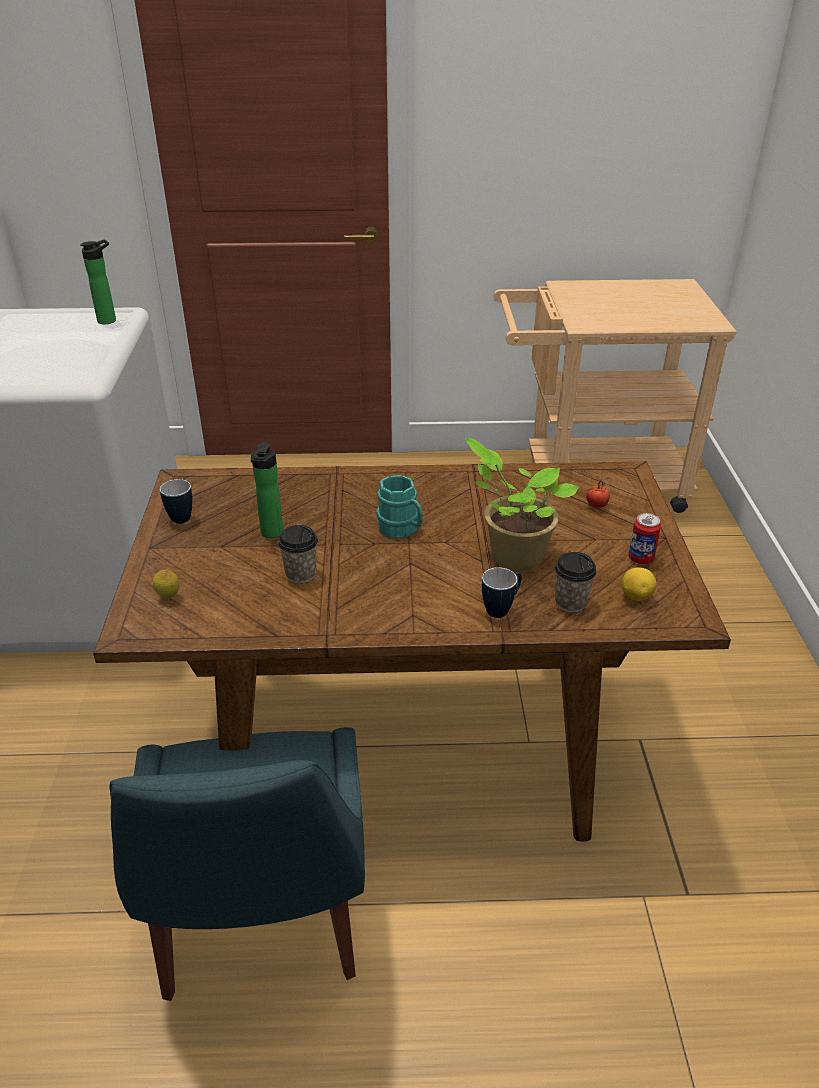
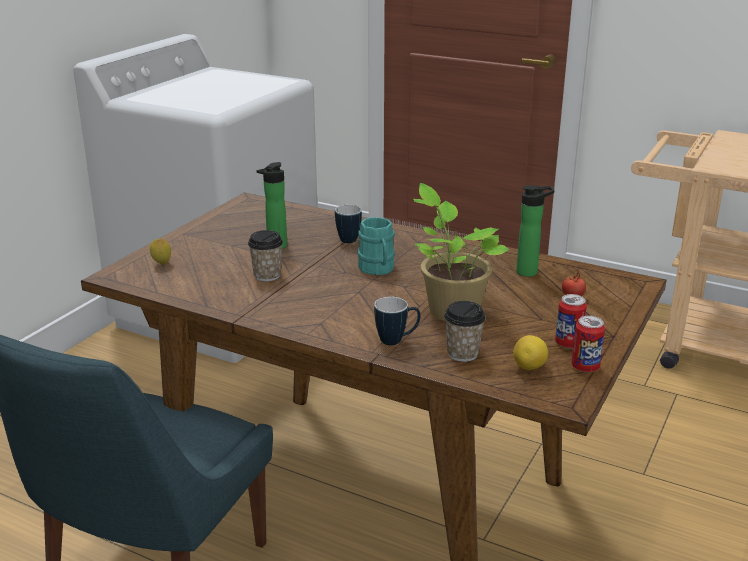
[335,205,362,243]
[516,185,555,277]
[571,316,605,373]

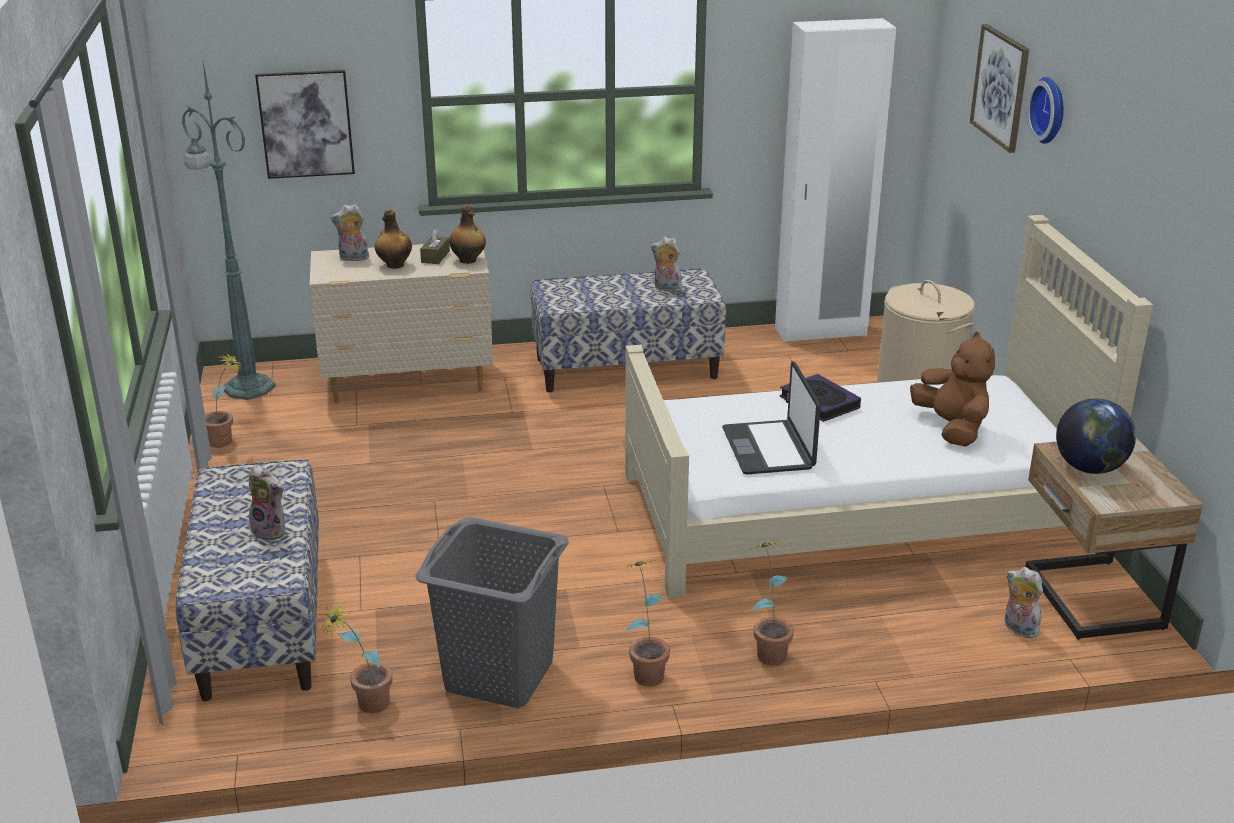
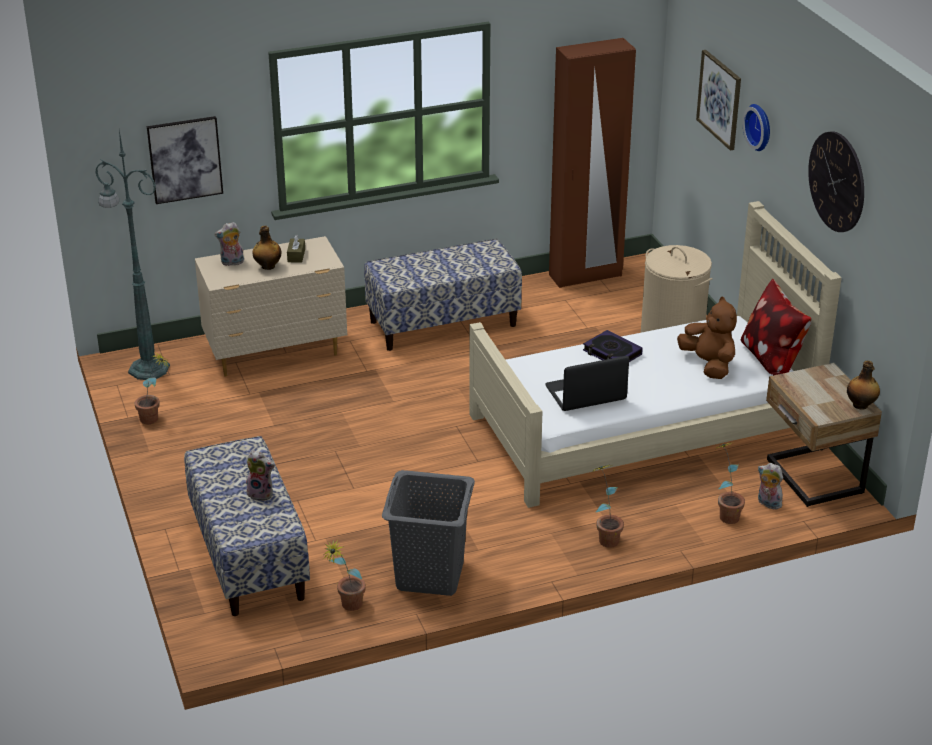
[546,356,629,411]
[549,38,636,288]
[715,442,745,524]
[741,279,812,375]
[808,131,864,232]
[847,361,880,410]
[651,237,682,292] (first image)
[1056,398,1136,474] (first image)

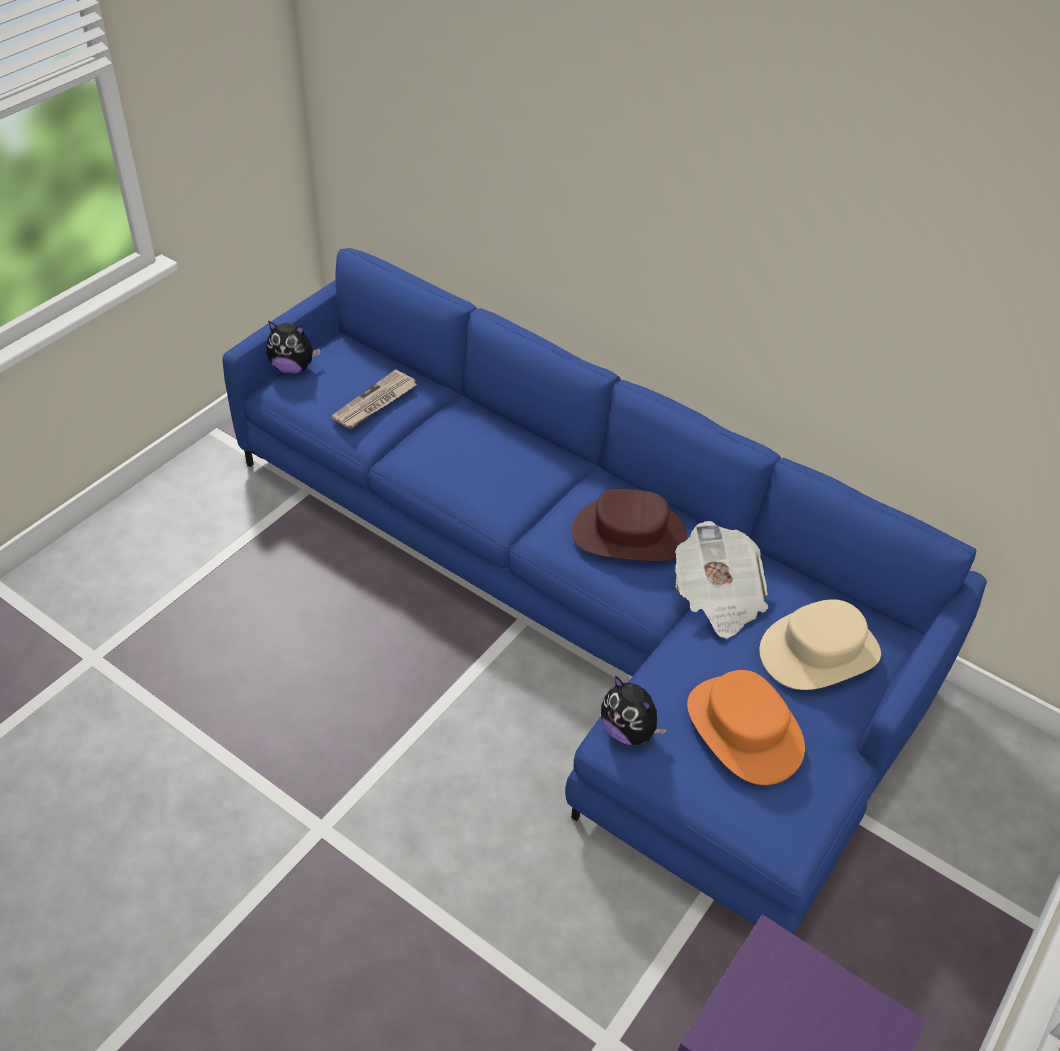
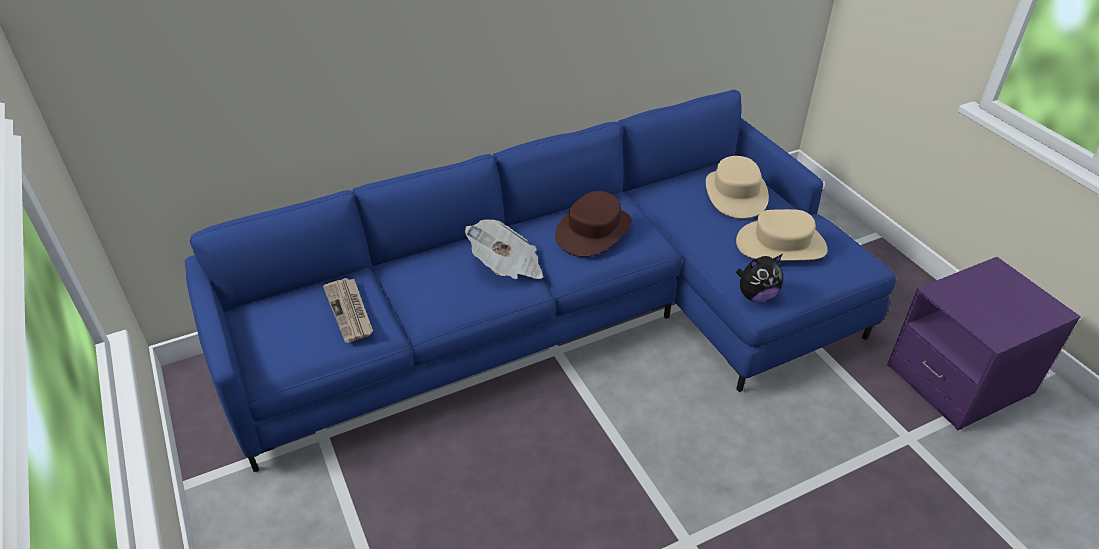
[465,219,543,279]
[736,209,828,261]
[266,321,320,373] (first image)

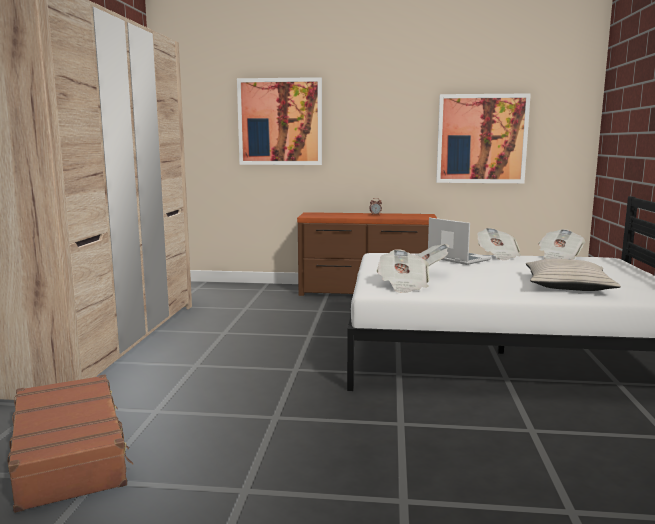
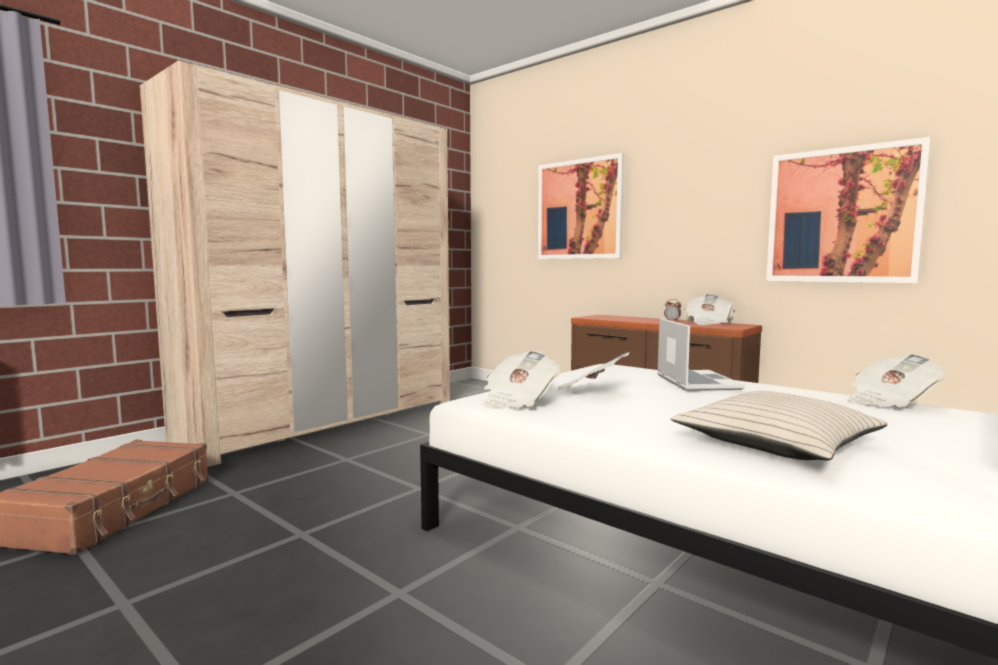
[685,294,735,325]

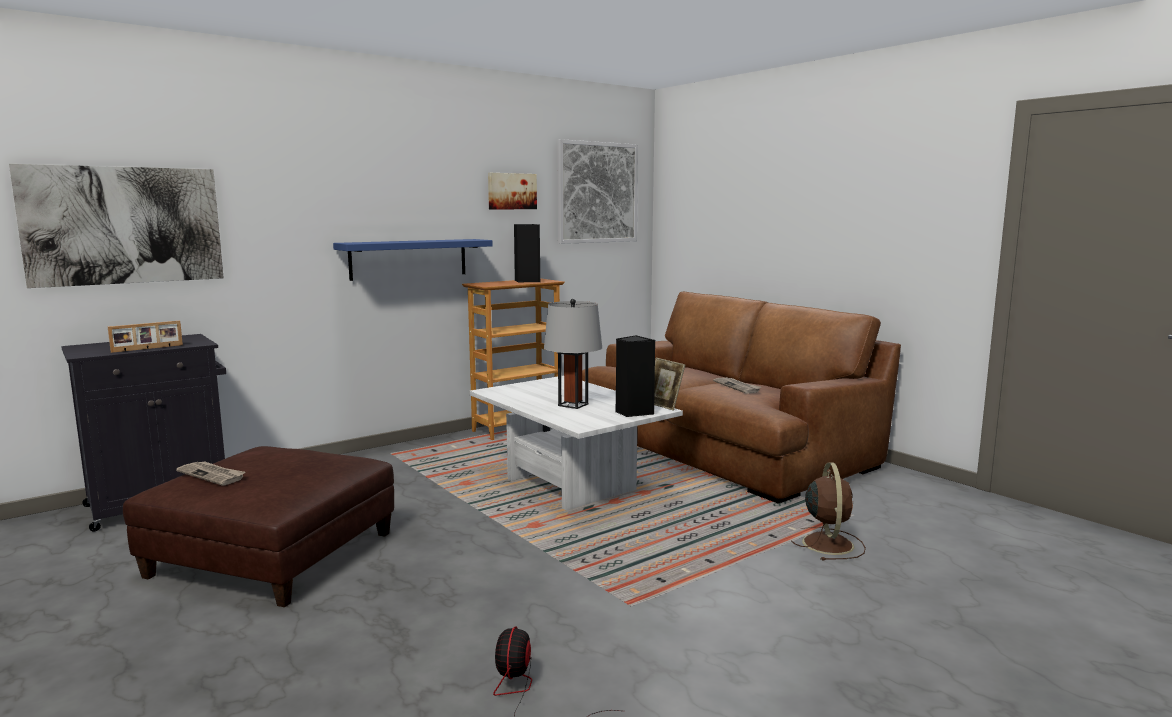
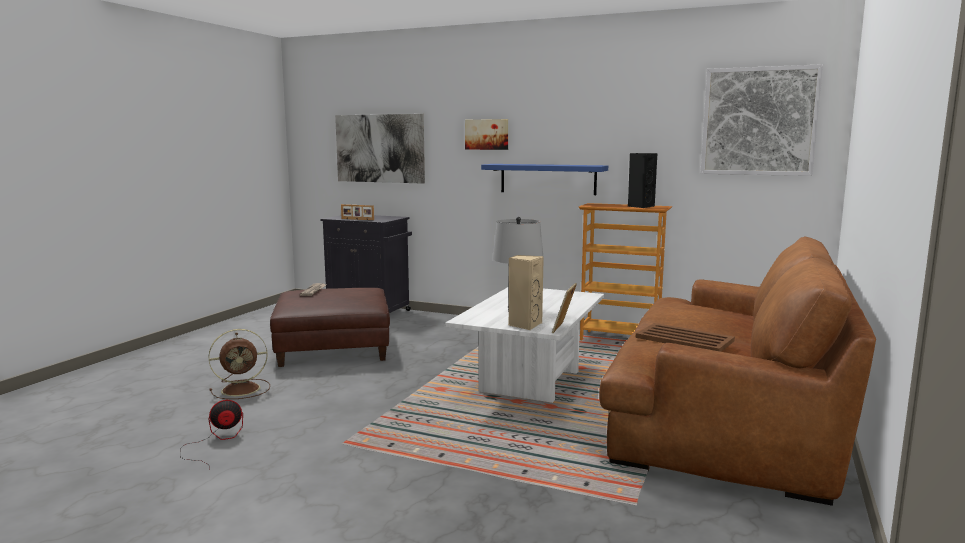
[208,329,270,399]
[465,119,508,150]
[508,255,544,330]
[636,323,735,352]

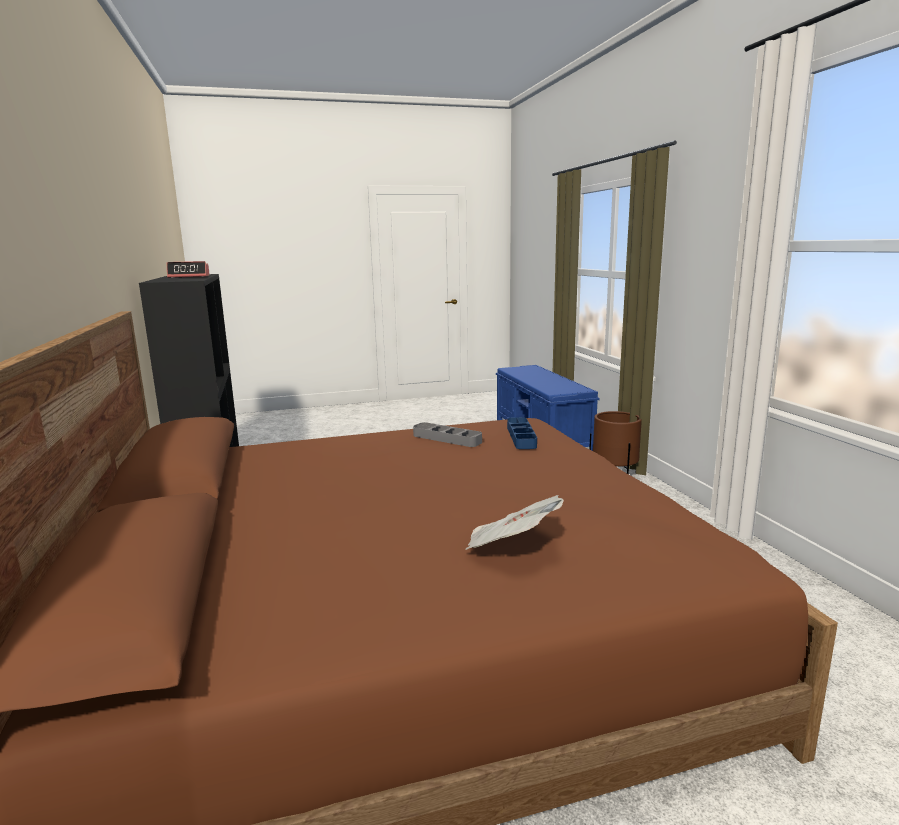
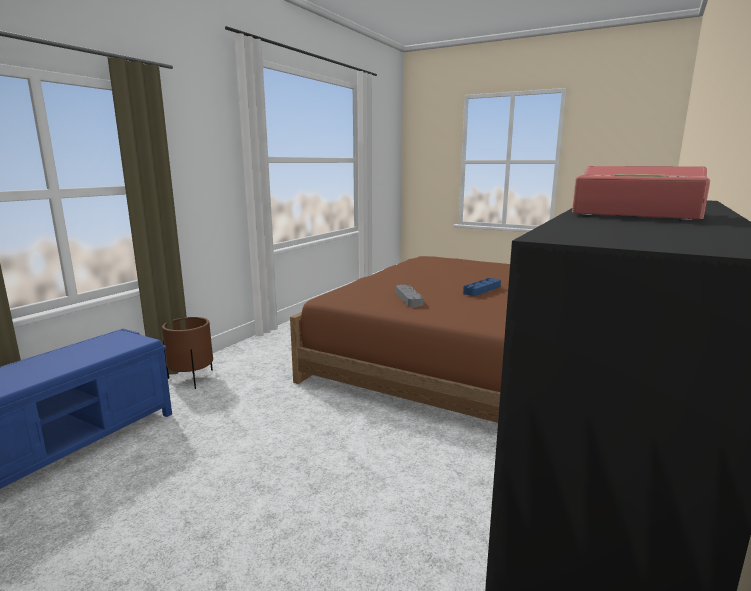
[463,278,501,296]
[465,495,564,550] (first image)

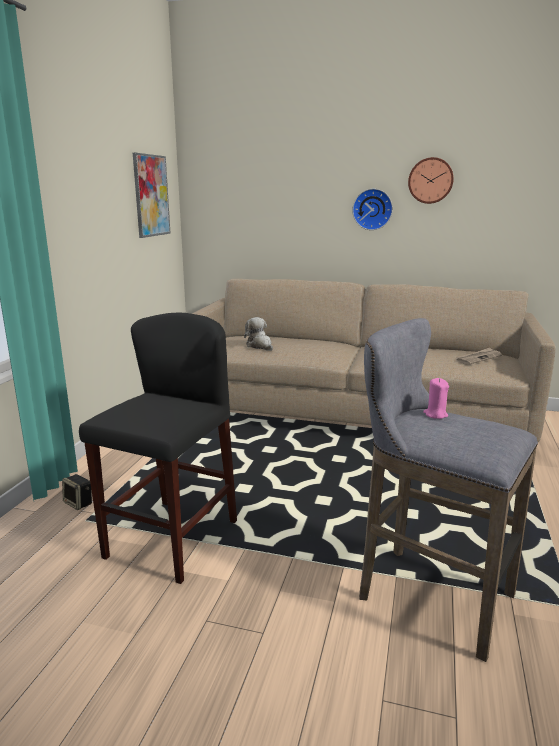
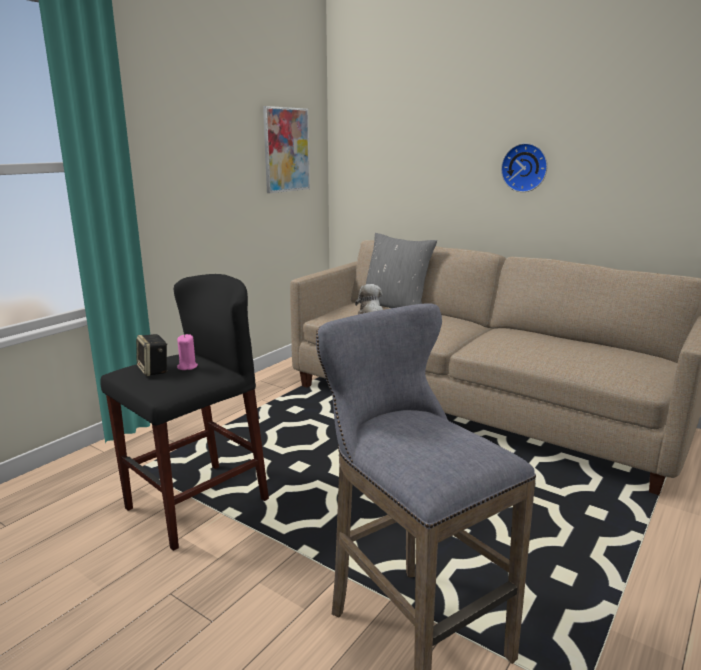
[136,334,167,376]
[177,334,198,370]
[359,233,437,308]
[408,157,454,204] (first image)
[455,348,502,365] (first image)

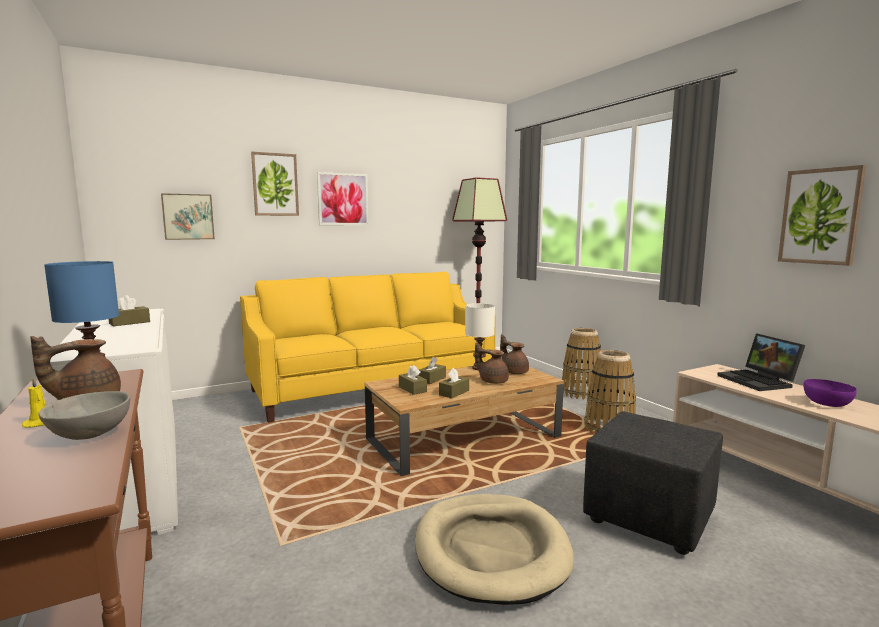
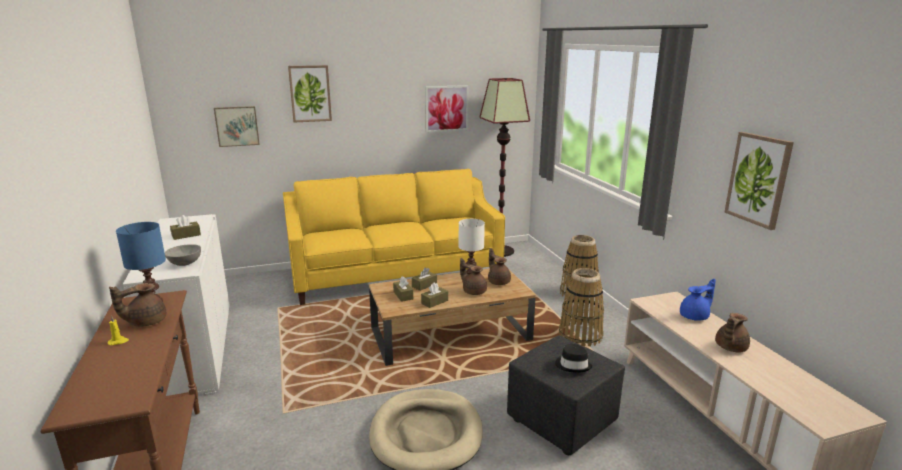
[165,244,201,266]
[425,85,469,133]
[555,344,592,373]
[680,279,716,321]
[715,313,750,353]

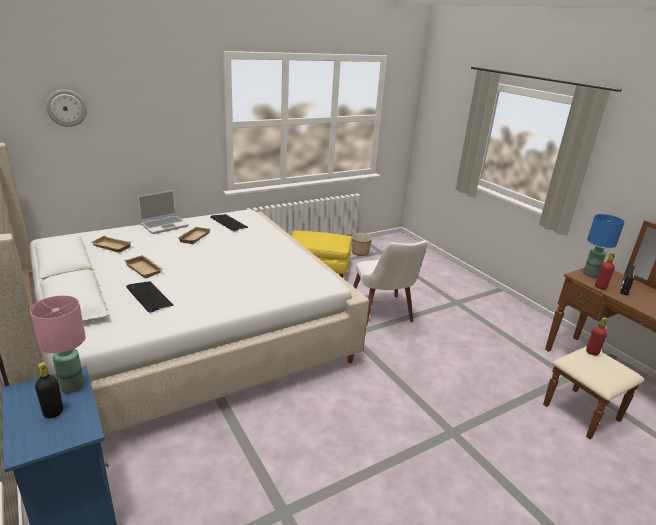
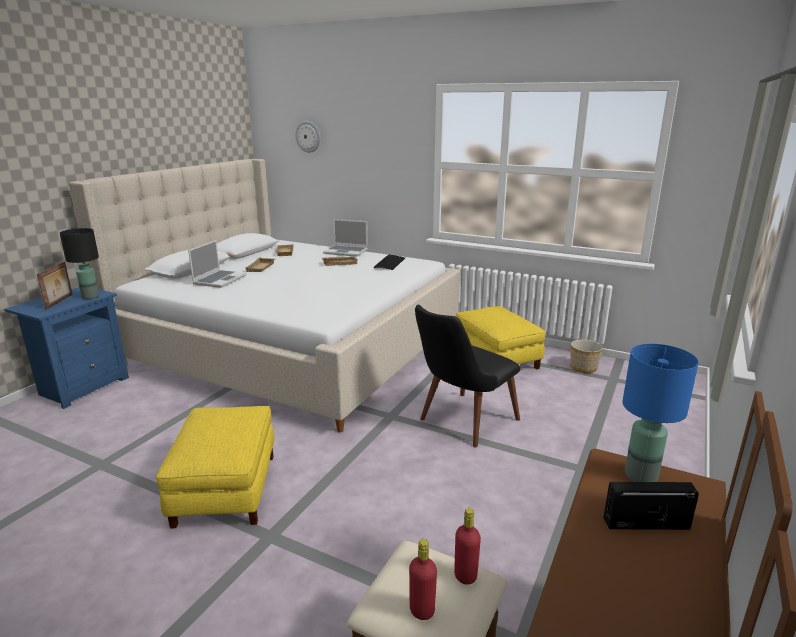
[37,261,72,310]
[60,228,99,299]
[156,406,274,529]
[188,240,246,288]
[409,539,437,620]
[415,305,520,448]

